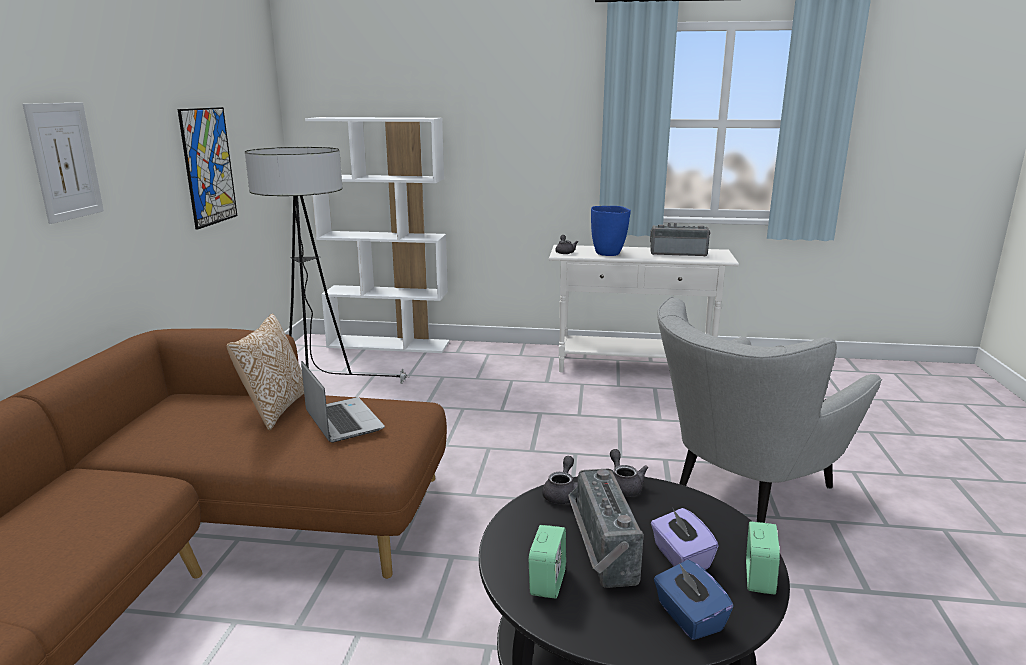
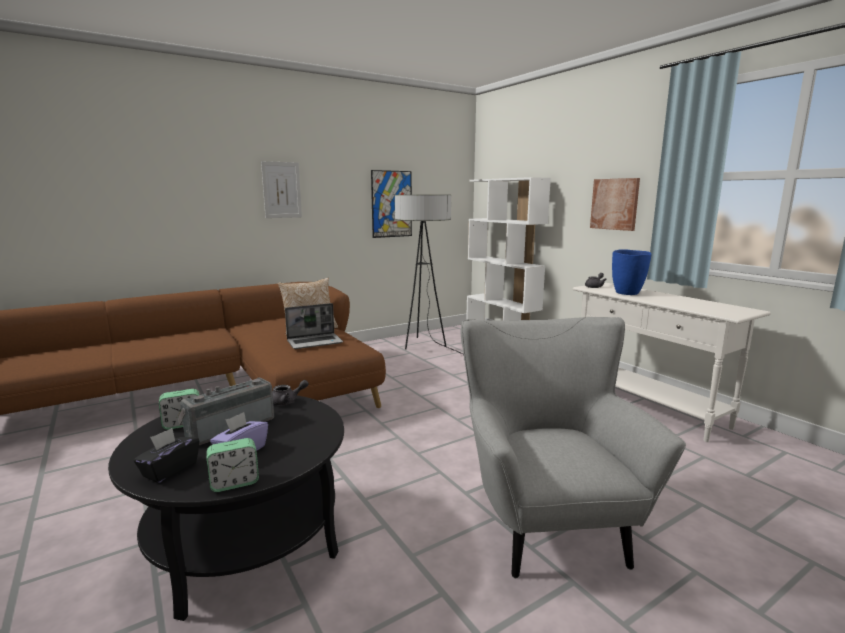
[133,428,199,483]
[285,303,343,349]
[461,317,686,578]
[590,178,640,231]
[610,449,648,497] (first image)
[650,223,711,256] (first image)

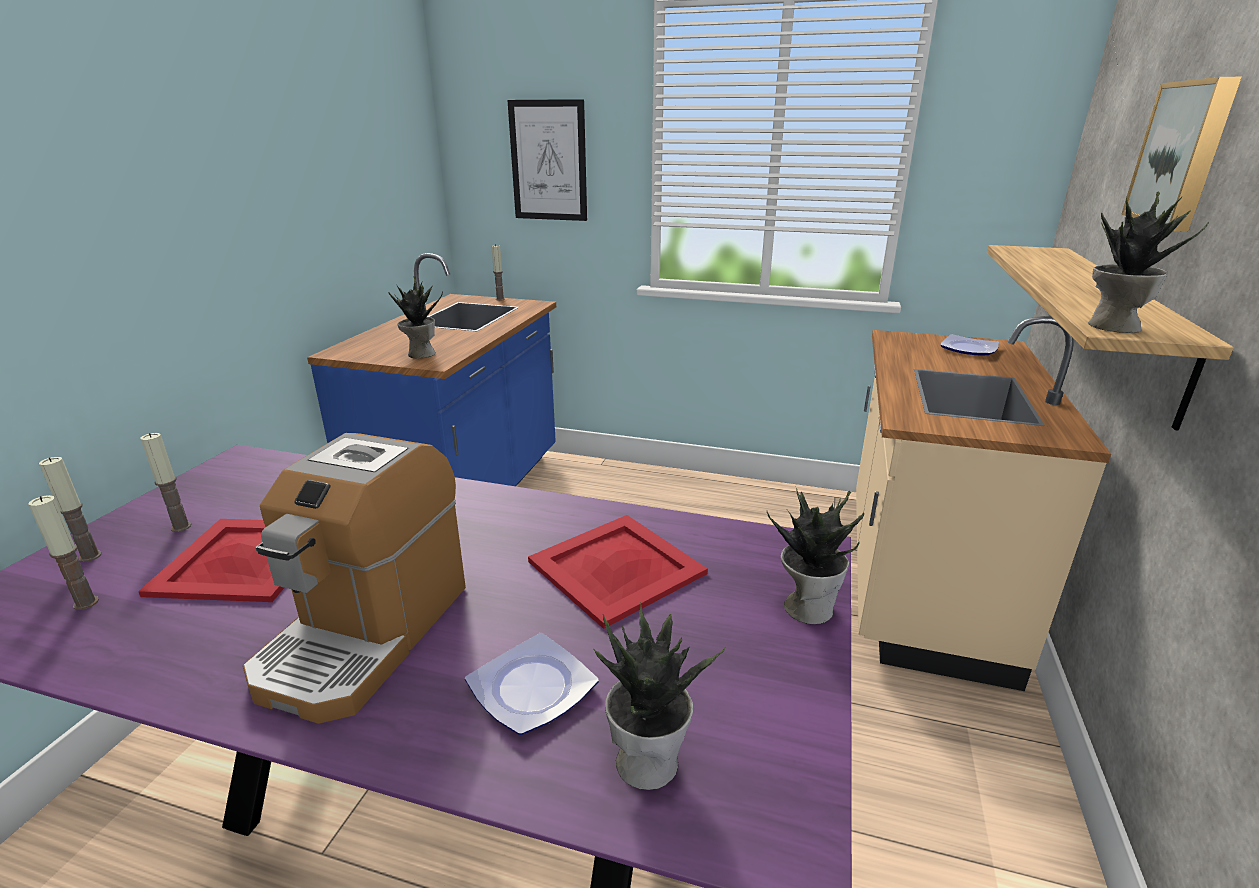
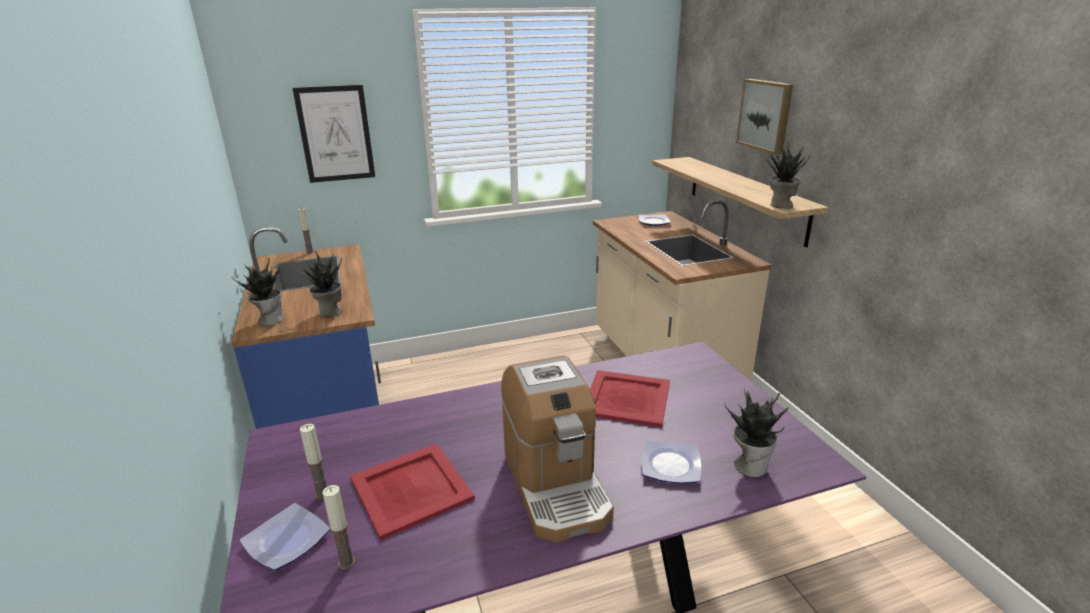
[231,258,283,326]
[240,503,330,570]

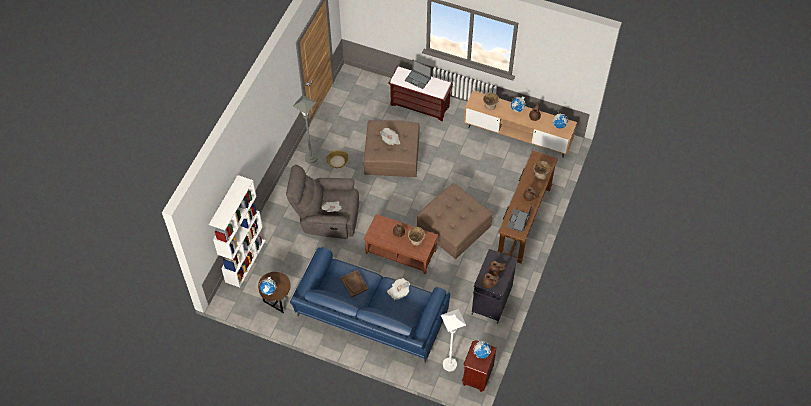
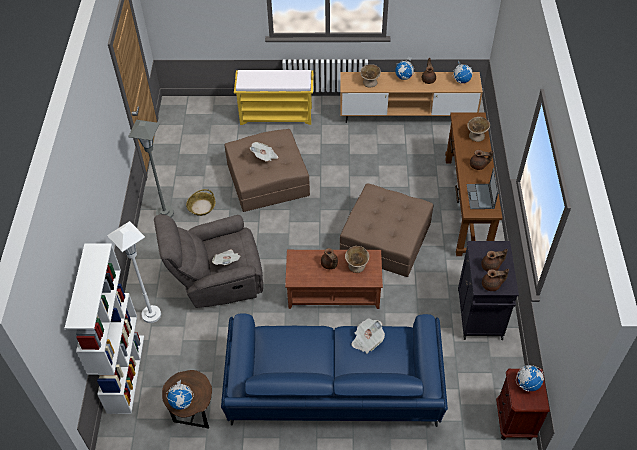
[107,221,161,323]
[234,70,314,125]
[340,270,369,298] (first image)
[404,60,431,89] (first image)

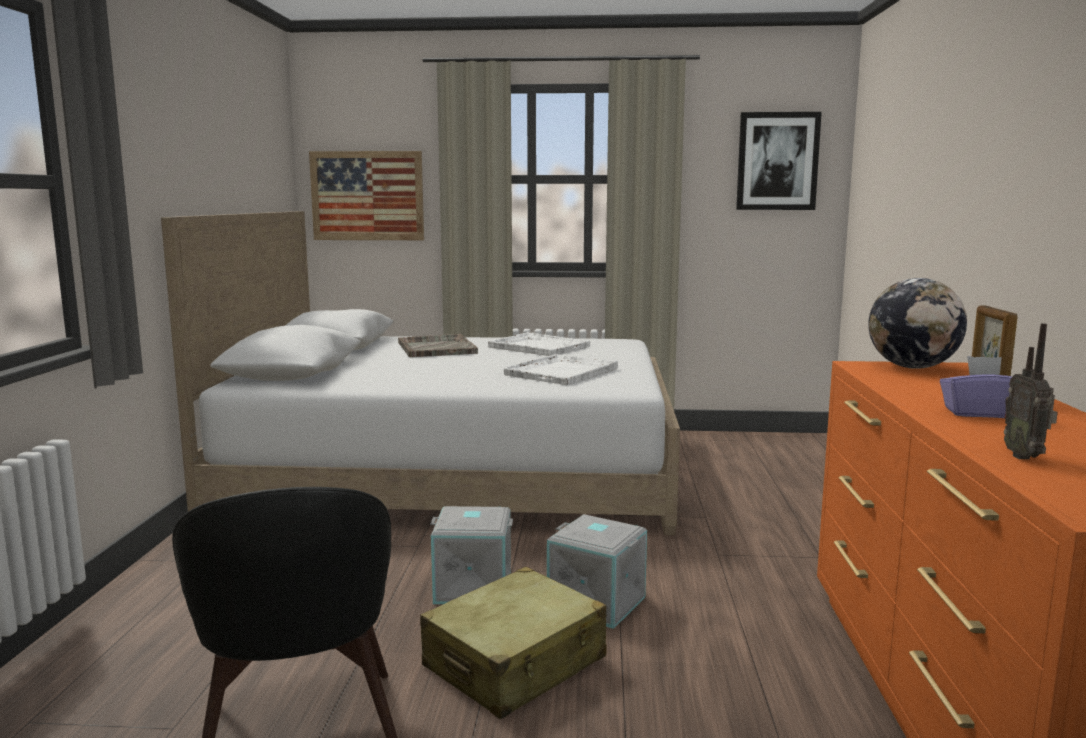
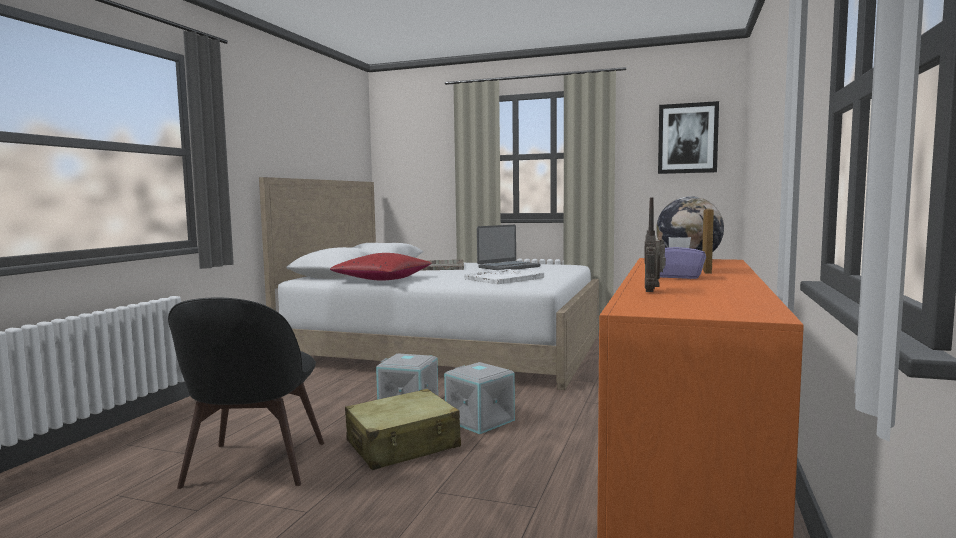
[330,253,432,281]
[477,225,540,270]
[309,151,424,240] (first image)

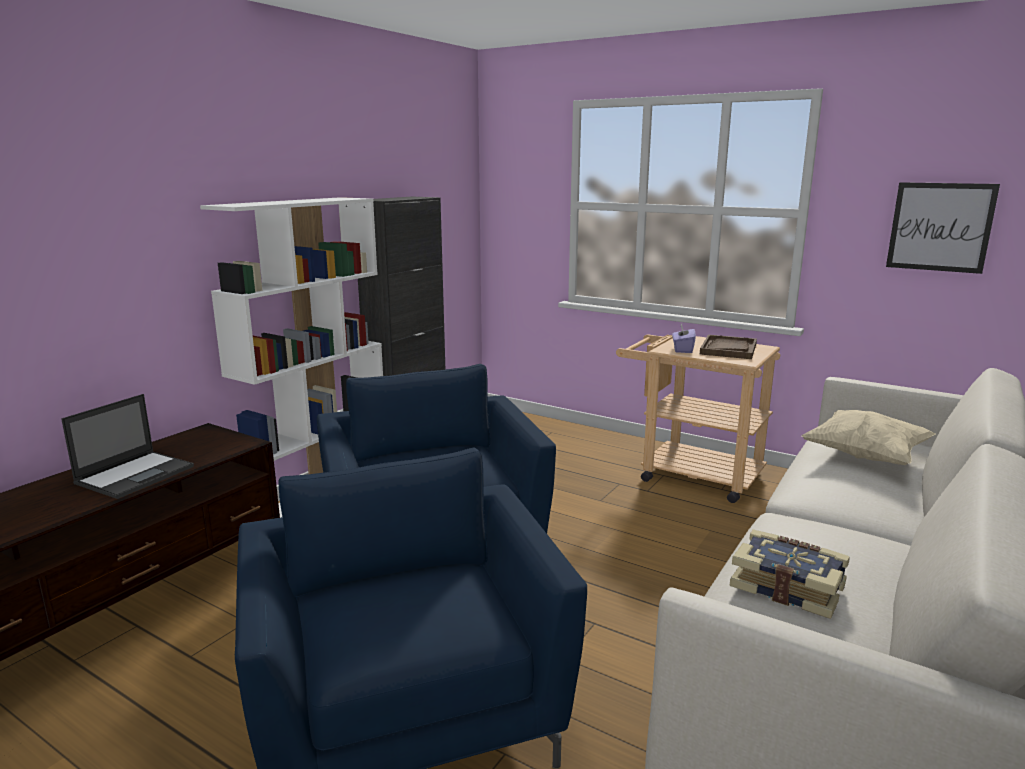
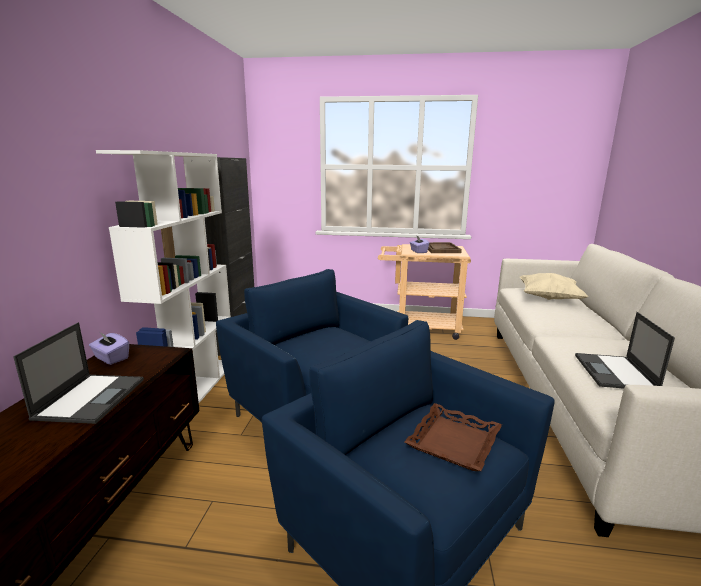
[89,332,129,365]
[404,403,502,471]
[575,312,675,389]
[886,182,1000,274] (first image)

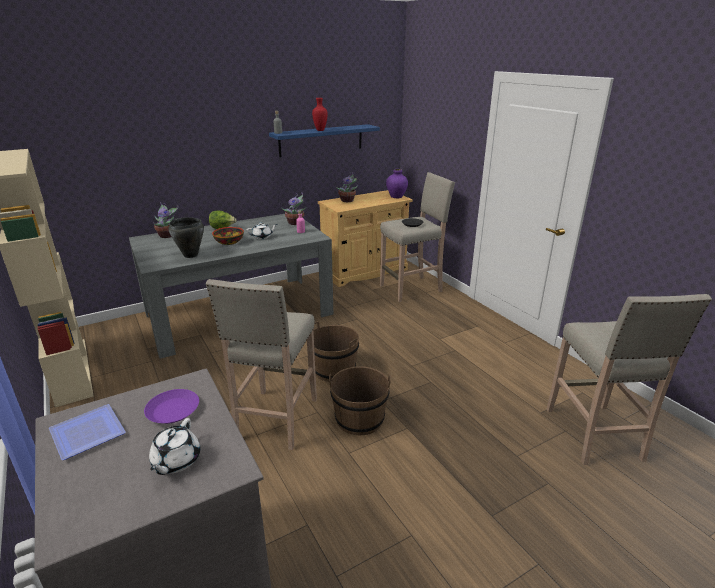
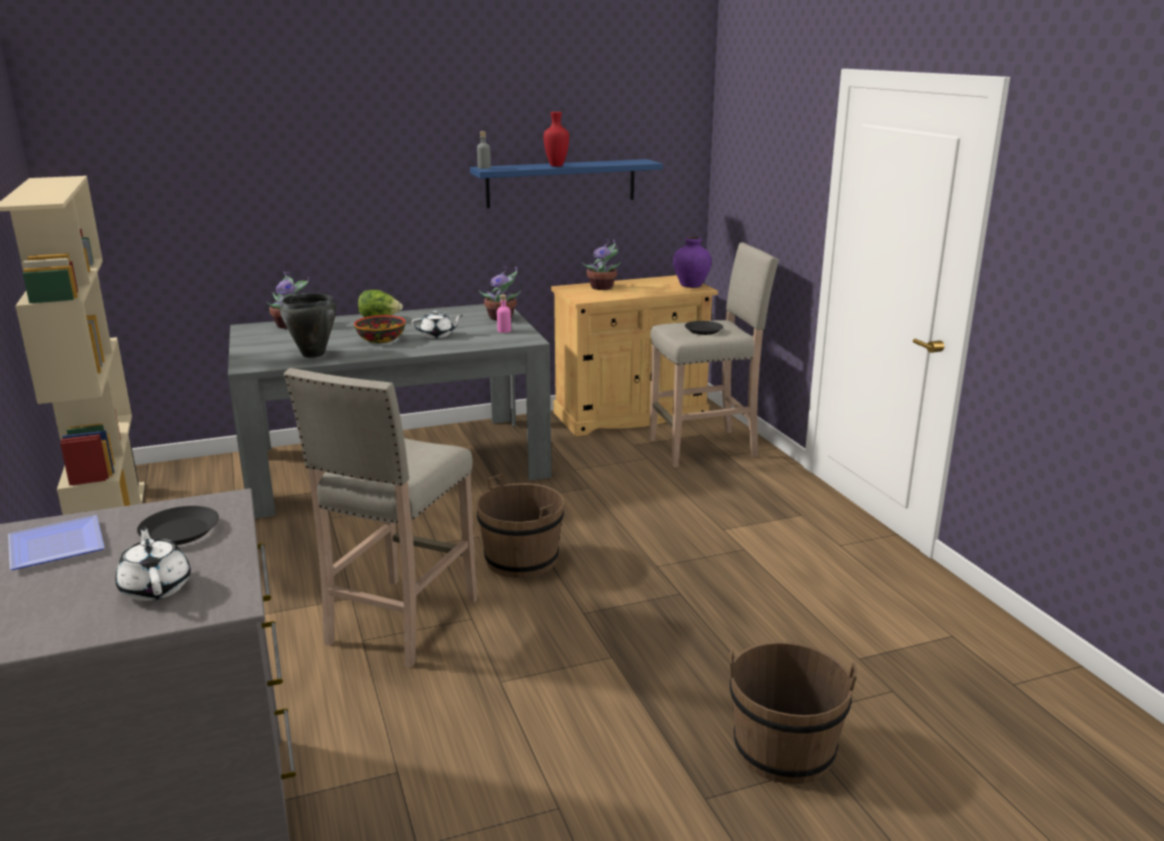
[115,526,191,601]
[137,506,219,545]
[729,641,857,784]
[547,294,712,465] (first image)

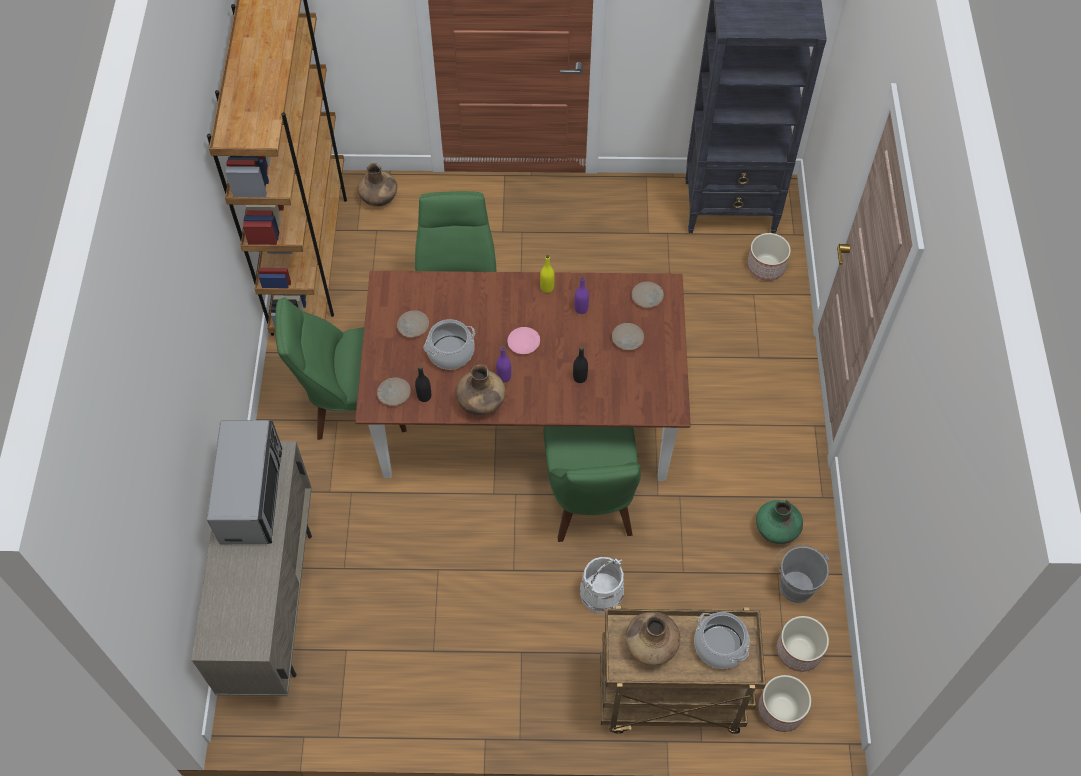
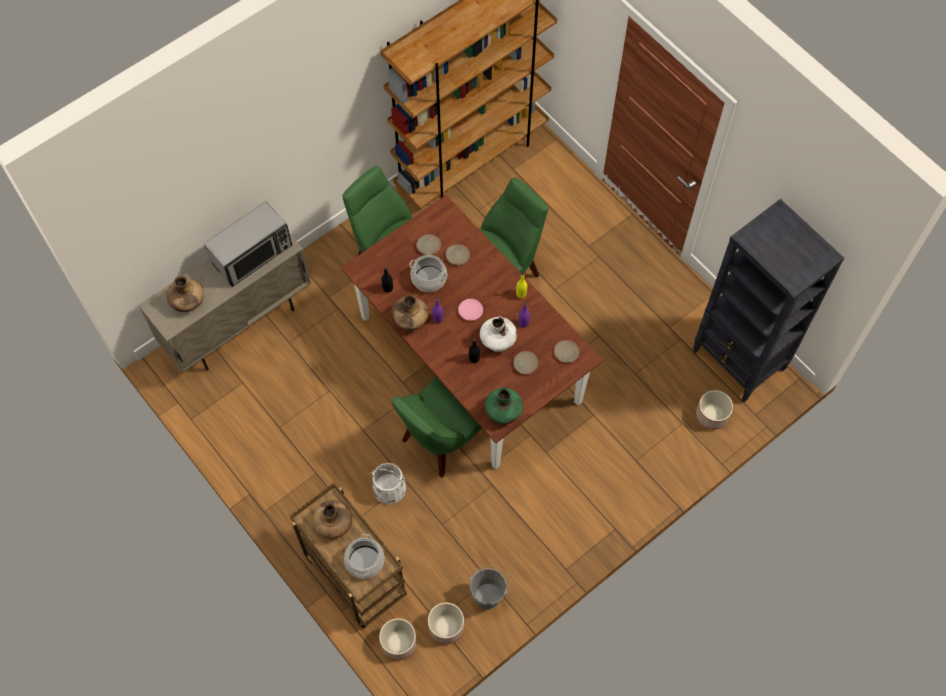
[167,276,204,312]
[445,244,470,265]
[480,316,517,352]
[485,388,523,424]

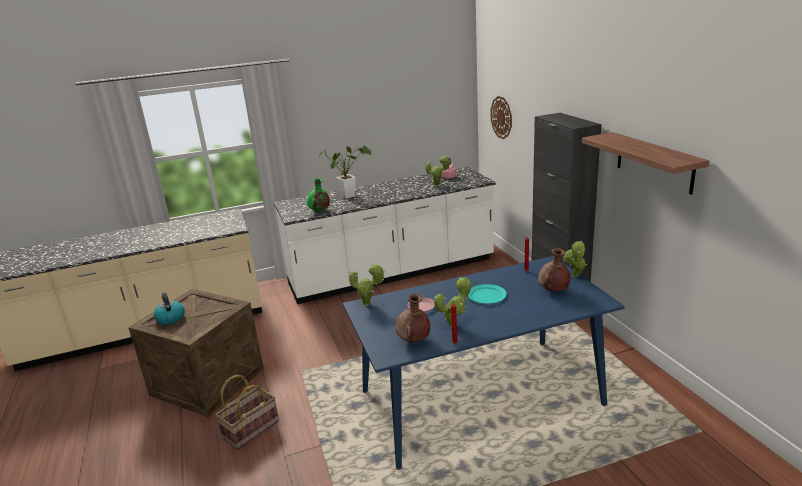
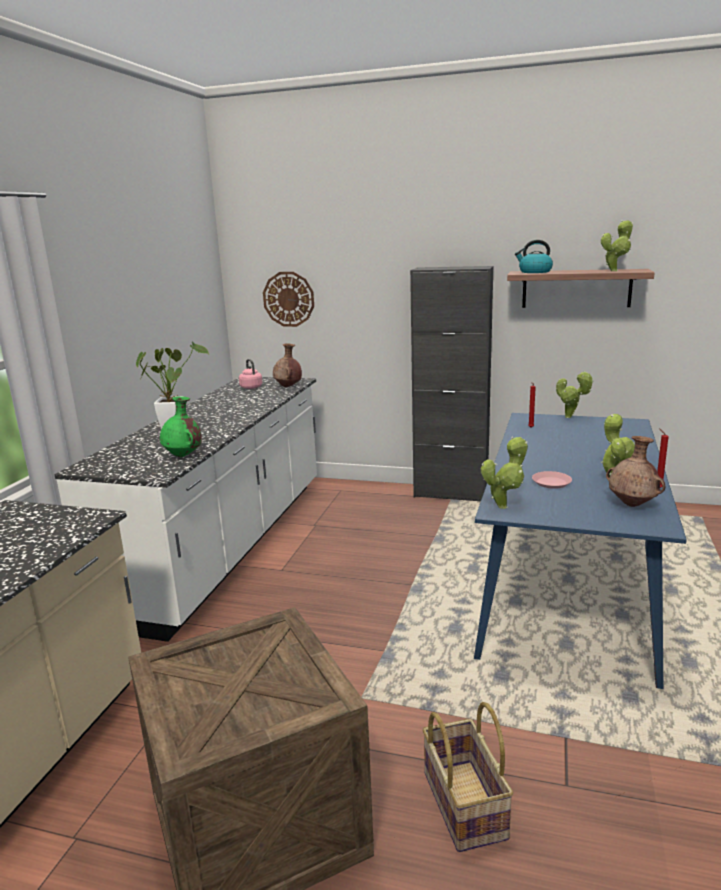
[273,344,302,387]
[515,240,553,273]
[601,220,633,271]
[468,284,507,304] (first image)

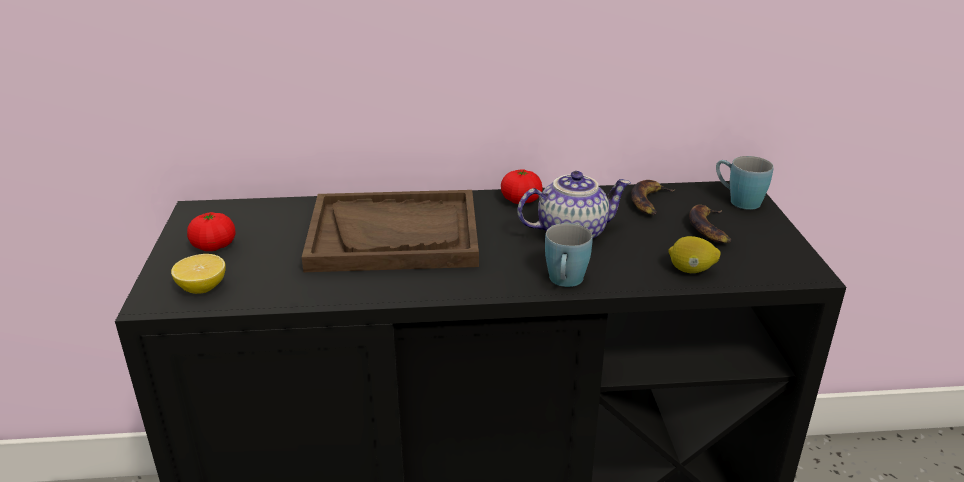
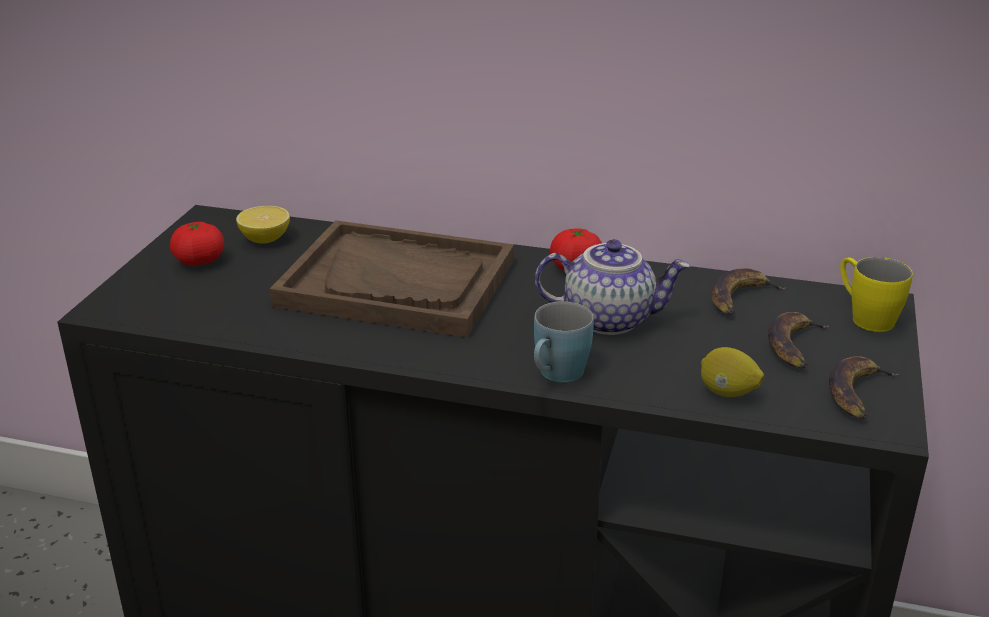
[236,206,290,244]
[829,356,899,419]
[840,257,913,332]

